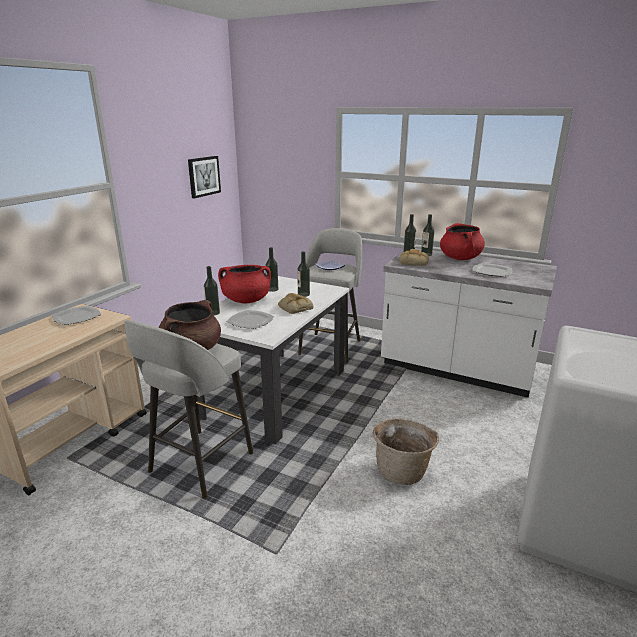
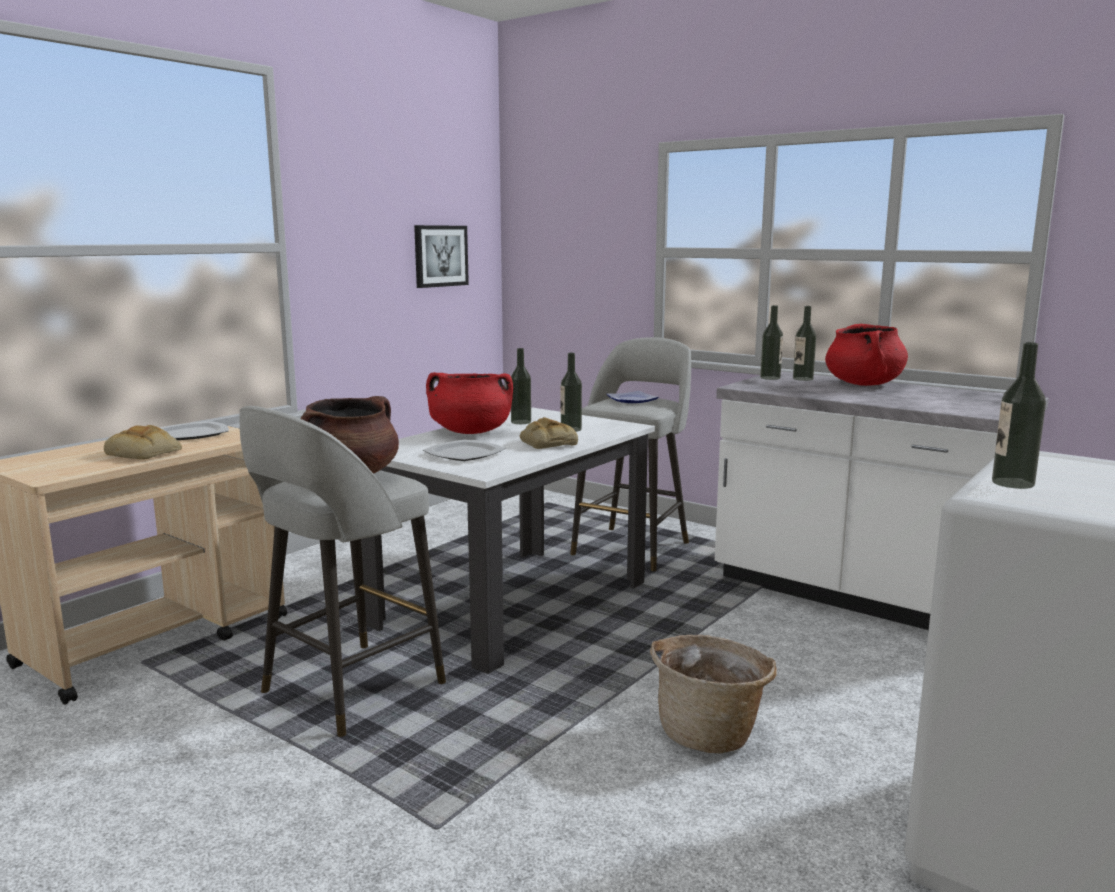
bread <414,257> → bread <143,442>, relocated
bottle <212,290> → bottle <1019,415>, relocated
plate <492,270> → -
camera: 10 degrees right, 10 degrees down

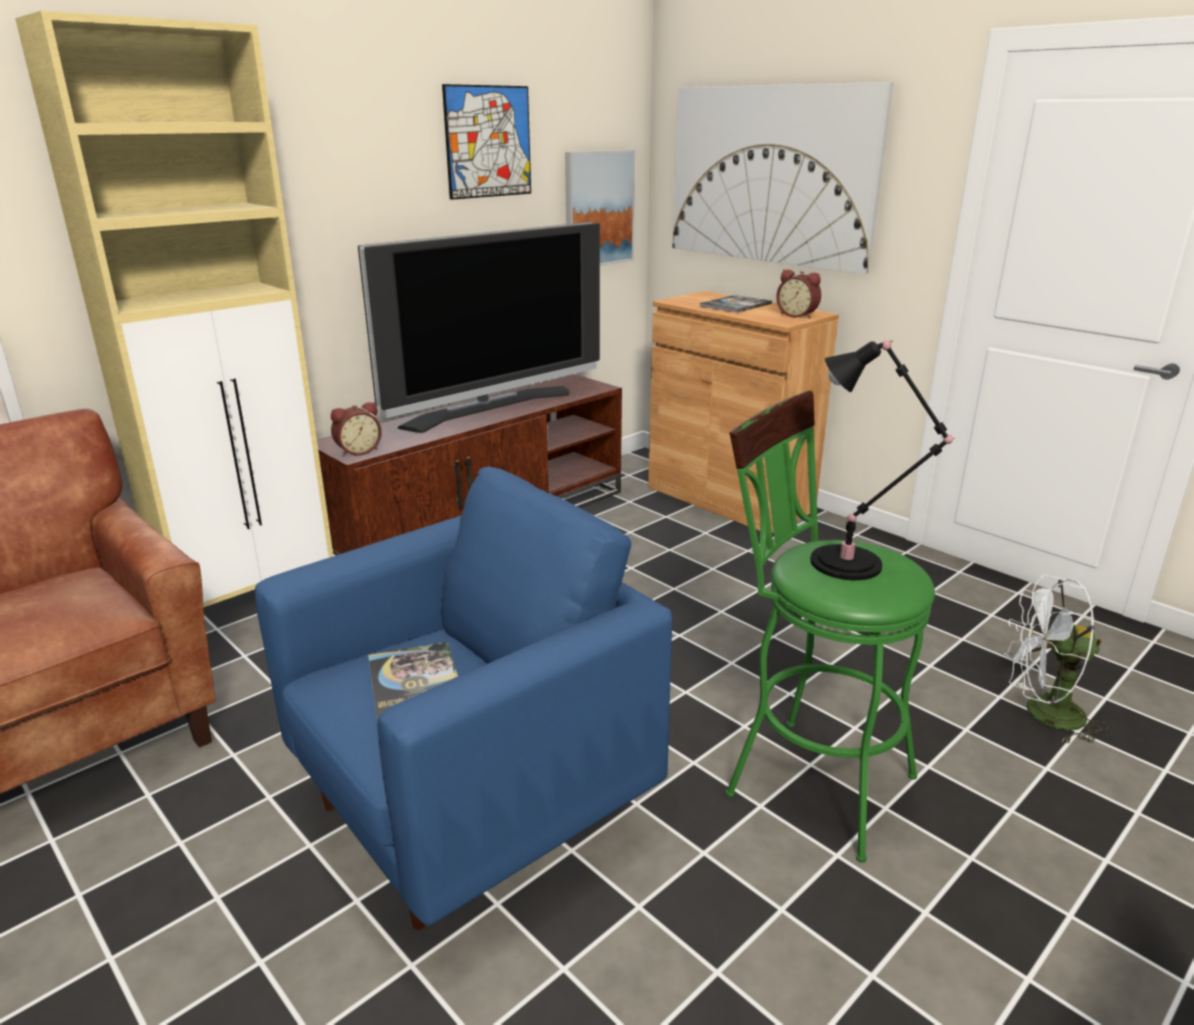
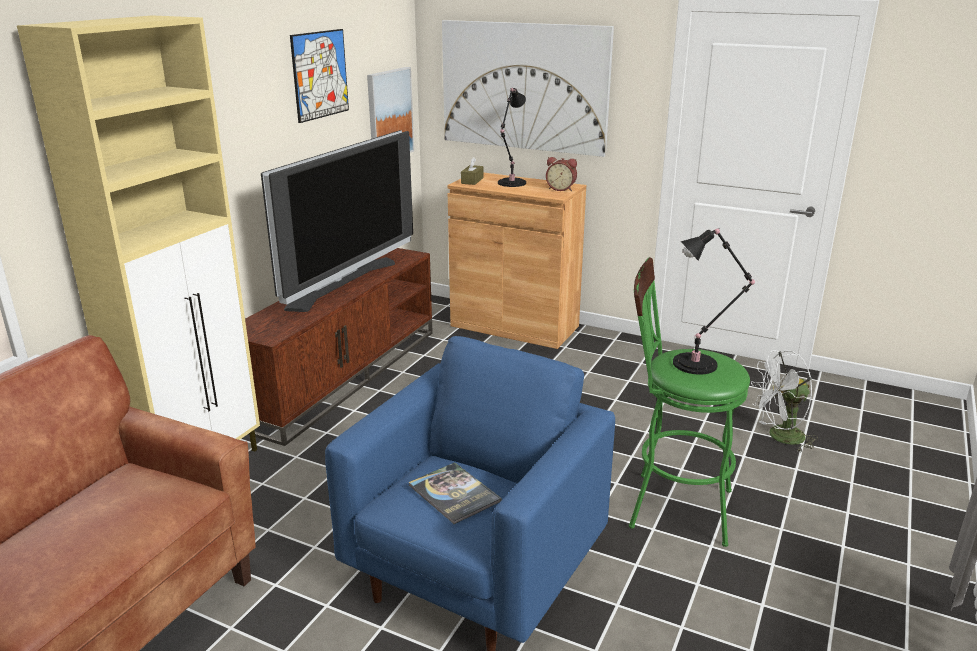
- → tissue box (brown) <472,171>
book <736,303> → table lamp (black) <512,137>
alarm clock <356,429> → -
camera: 20 degrees left, 0 degrees up

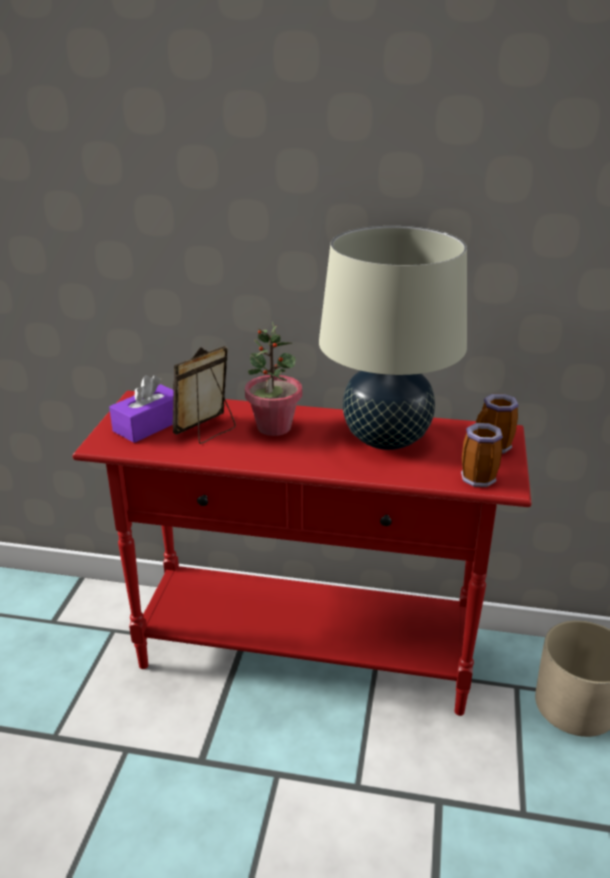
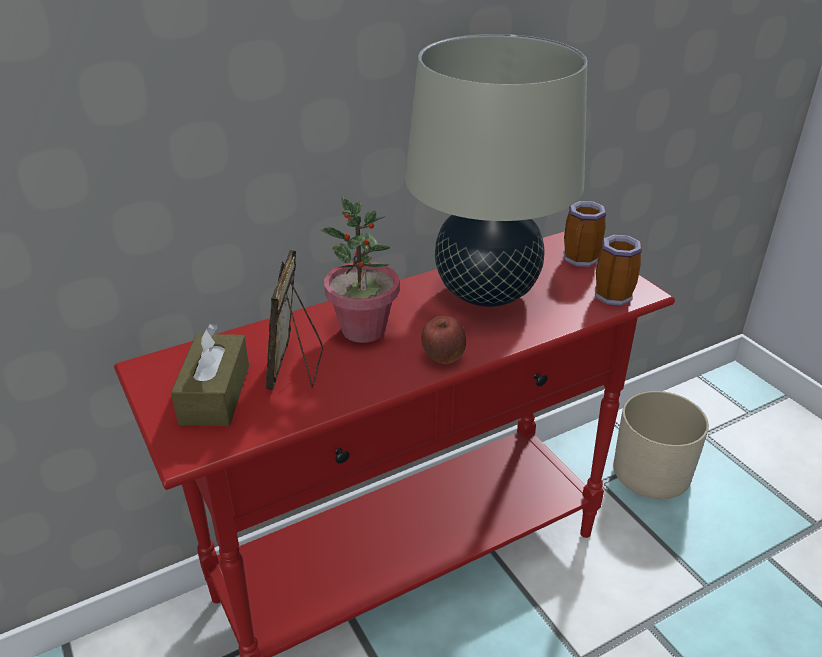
tissue box (purple) <141,409> → tissue box (brown) <210,375>
- → apple <443,340>
camera: 40 degrees left, 5 degrees up

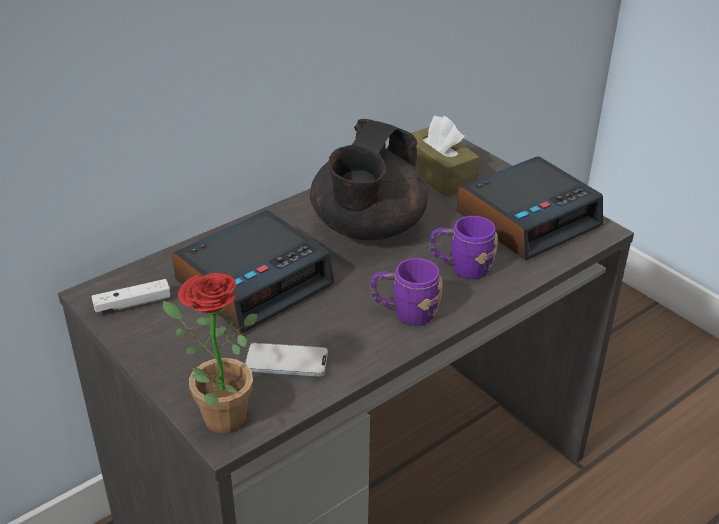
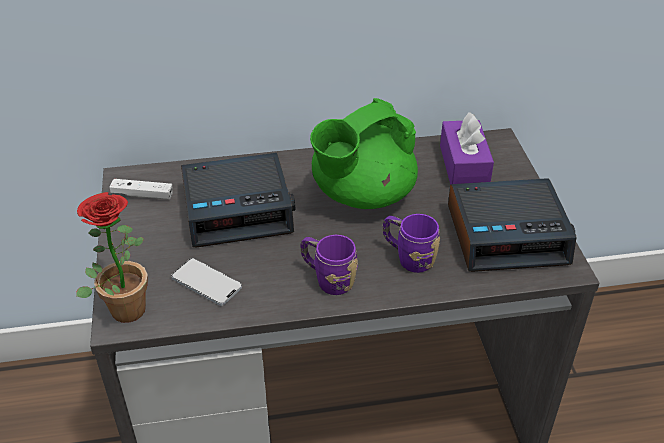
teapot (black) <369,179> → teapot (green) <364,153>
tissue box (brown) <446,156> → tissue box (purple) <467,148>
camera: 30 degrees right, 5 degrees up

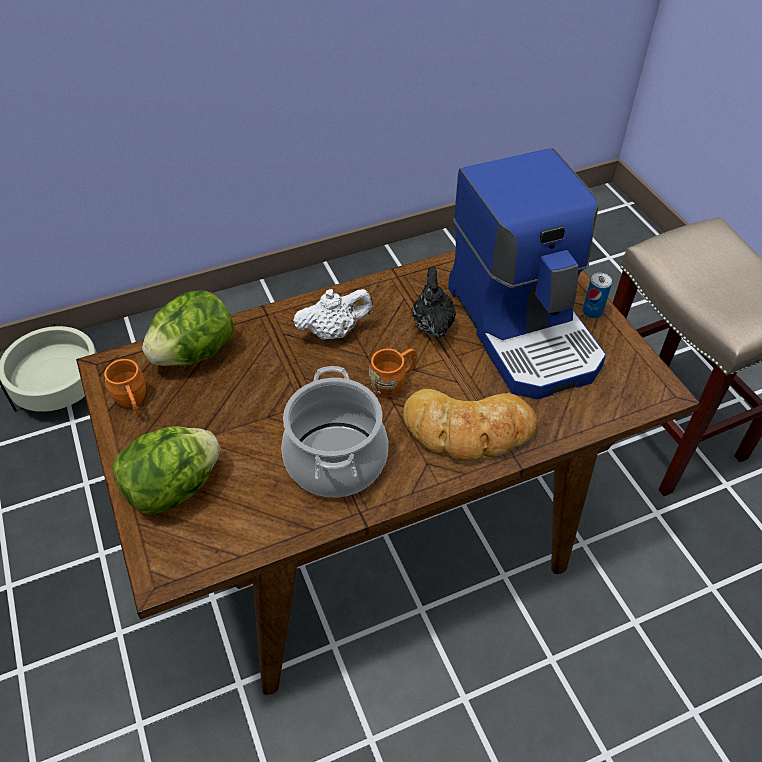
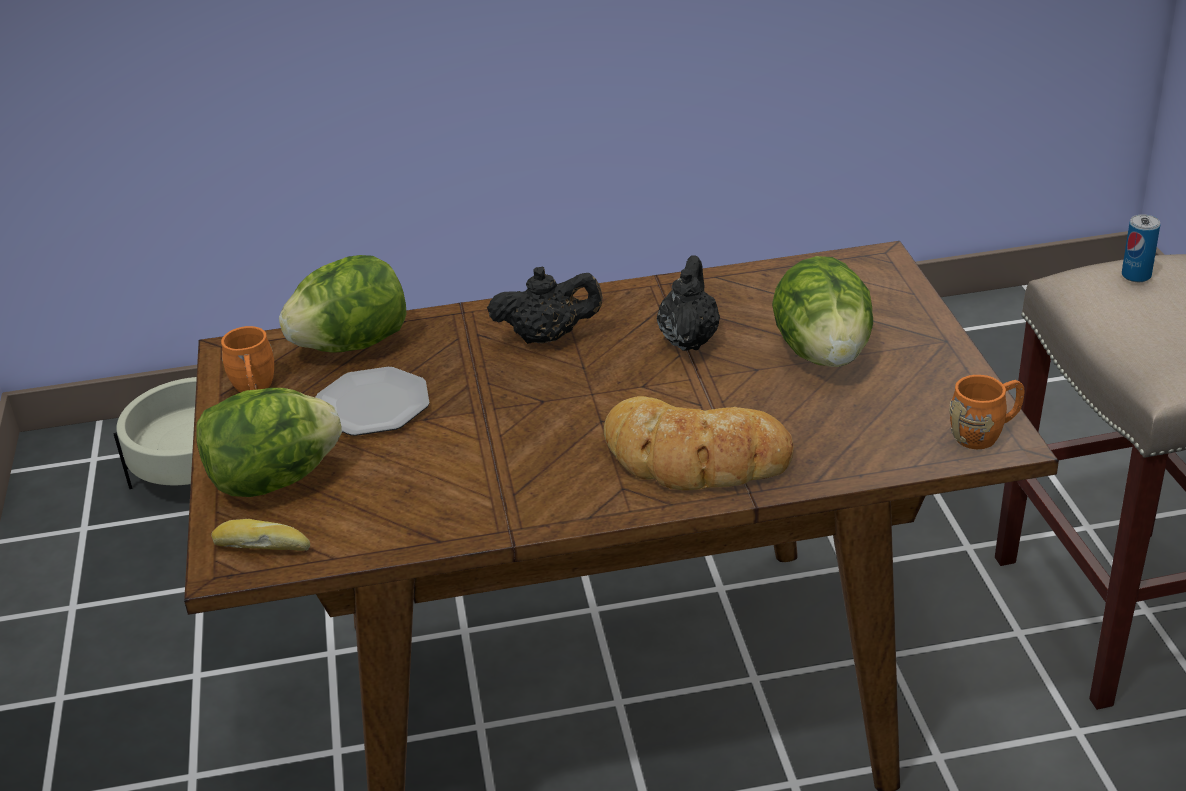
- → bread <260,535>
- → plate <373,401>
teapot (white) <333,314> → teapot (black) <545,305>
coffee machine <527,273> → lettuce <822,311>
mug (orange) <393,373> → mug (orange) <987,412>, relocated
can <597,295> → can <1141,248>, relocated
cooking pot <334,431> → -
camera: 15 degrees right, 15 degrees down

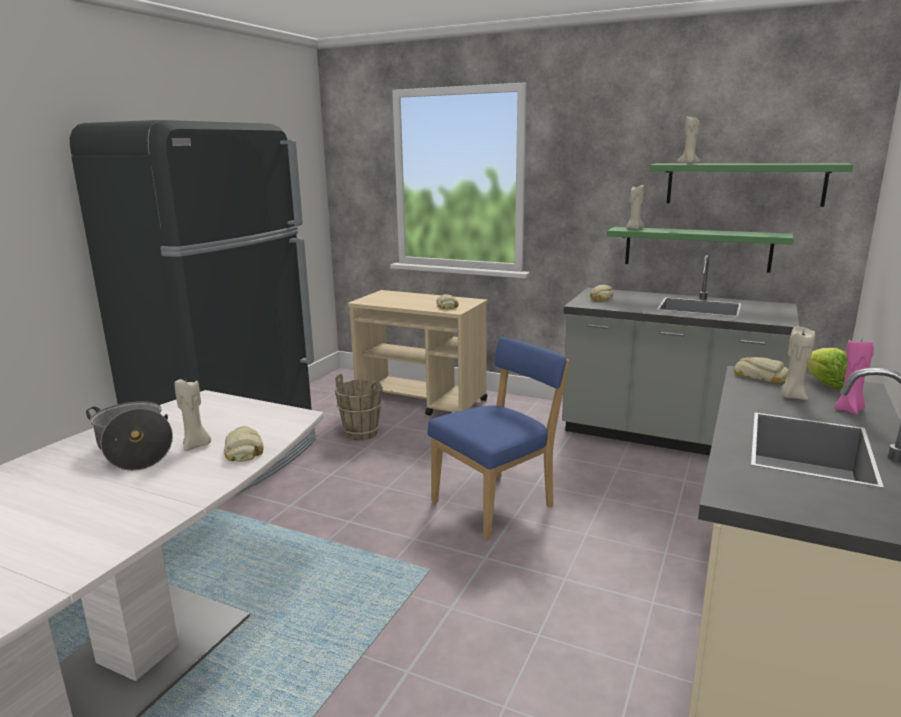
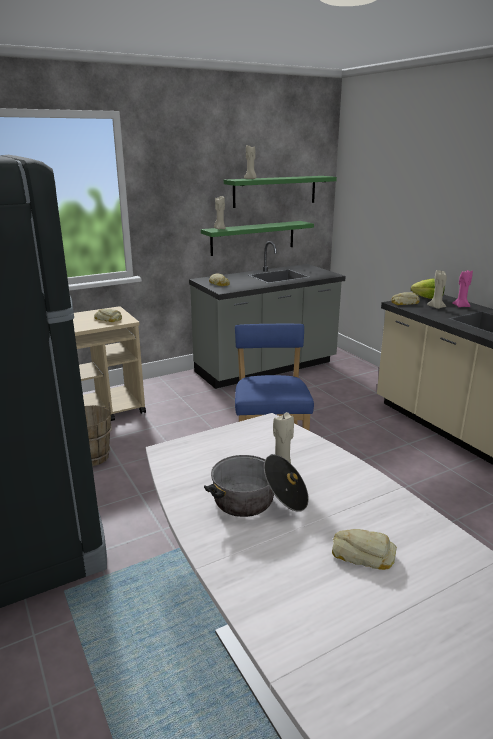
bread <244,444> → bread <364,549>, relocated
camera: 55 degrees left, 5 degrees up

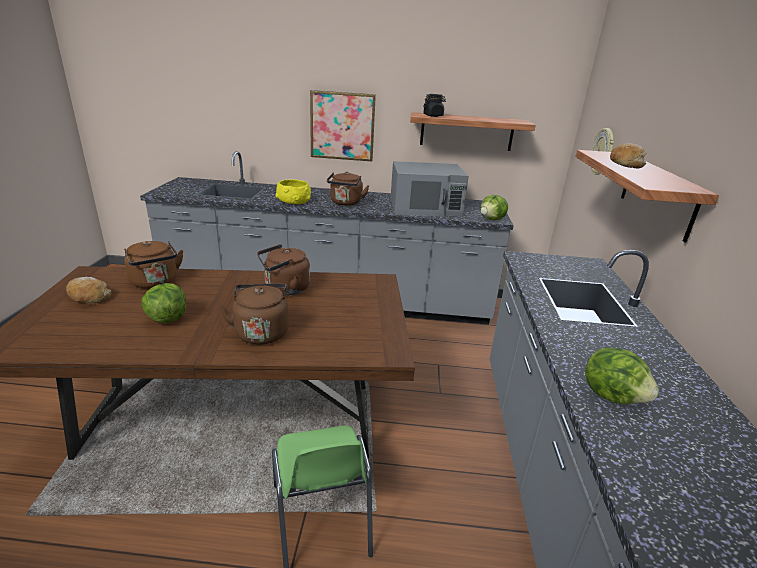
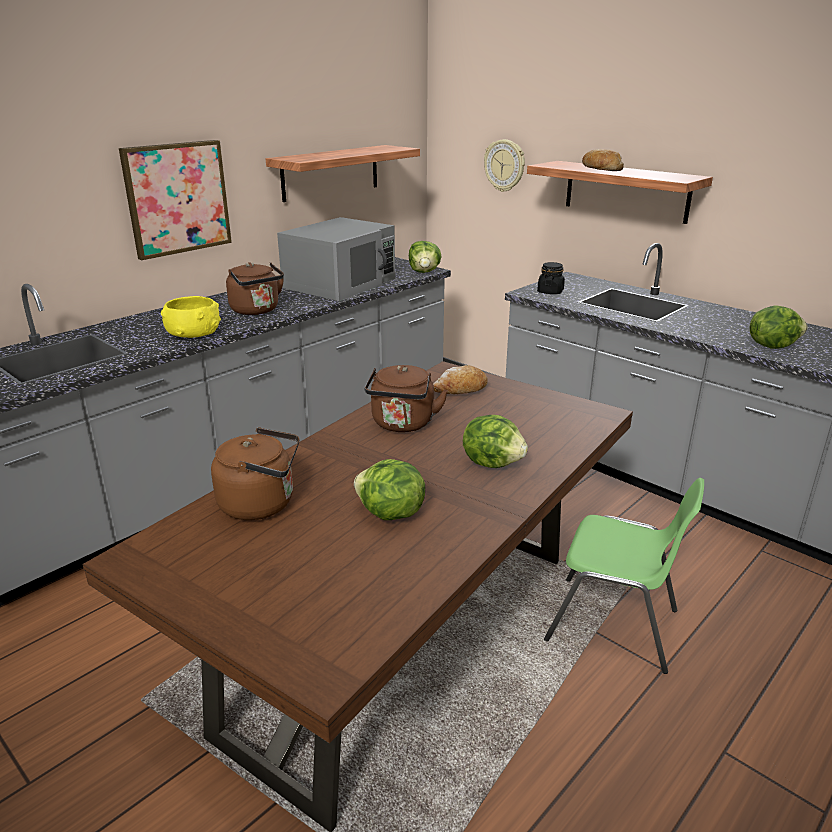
bread <88,290> → bread <460,379>, relocated
kettle (brown) <254,314> → lettuce <495,441>
jar (black) <434,105> → jar (black) <551,278>, relocated
camera: 50 degrees left, 0 degrees up

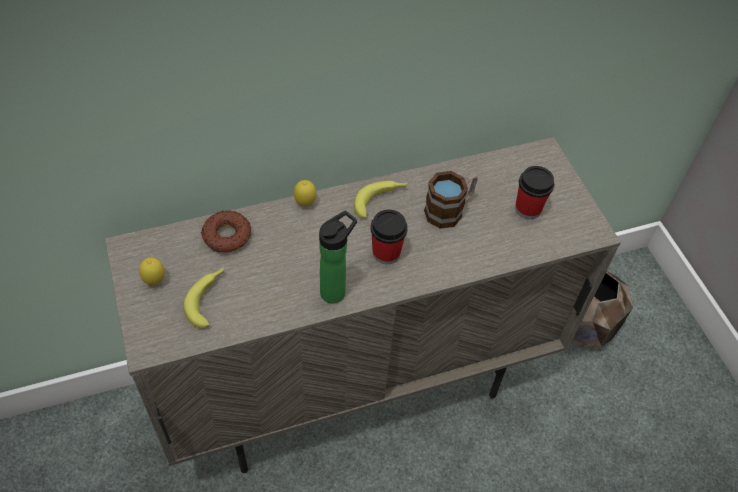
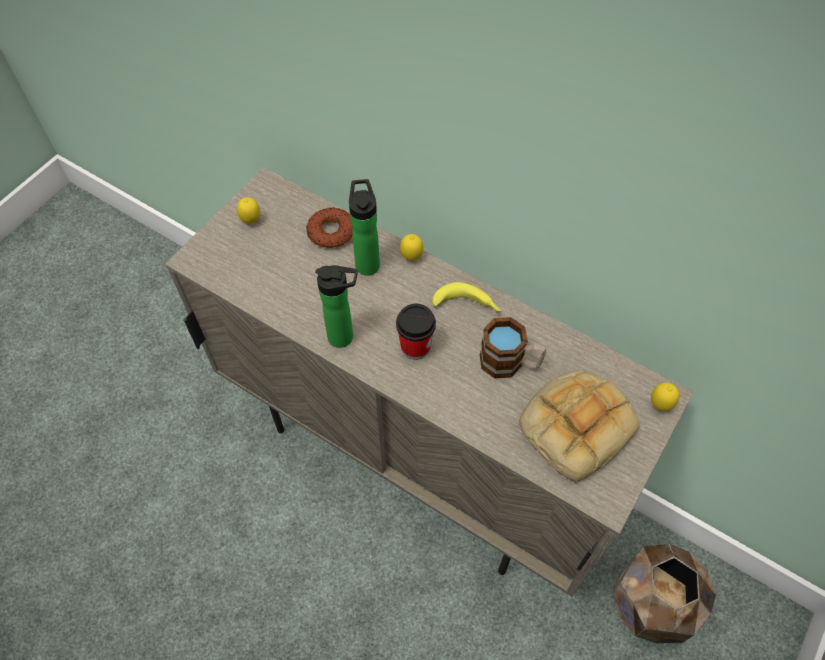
- → bottle <364,227>
cup <534,192> → bread <579,426>
- → lemon <665,396>
banana <203,298> → -
camera: 55 degrees right, 5 degrees up

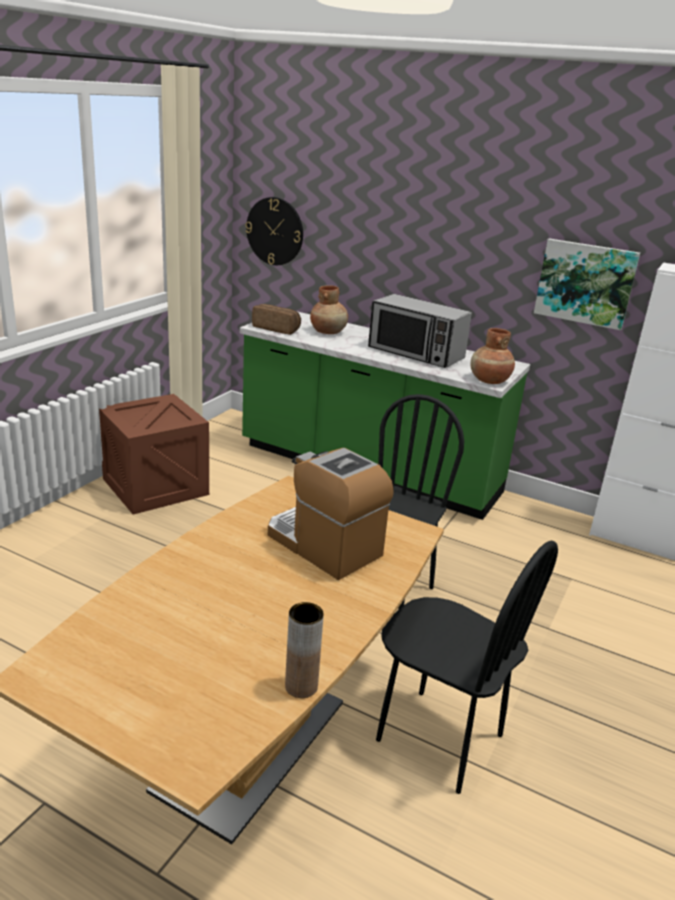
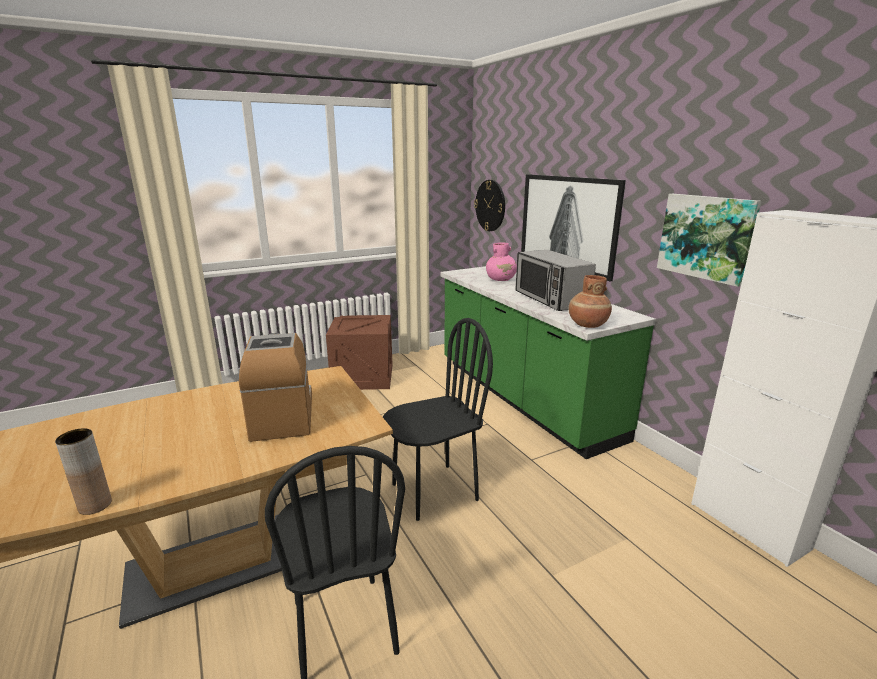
vase (brown) <329,309> → vase (pink) <501,262>
- → picture <573,227>
bread <276,319> → -
camera: 35 degrees right, 5 degrees down

